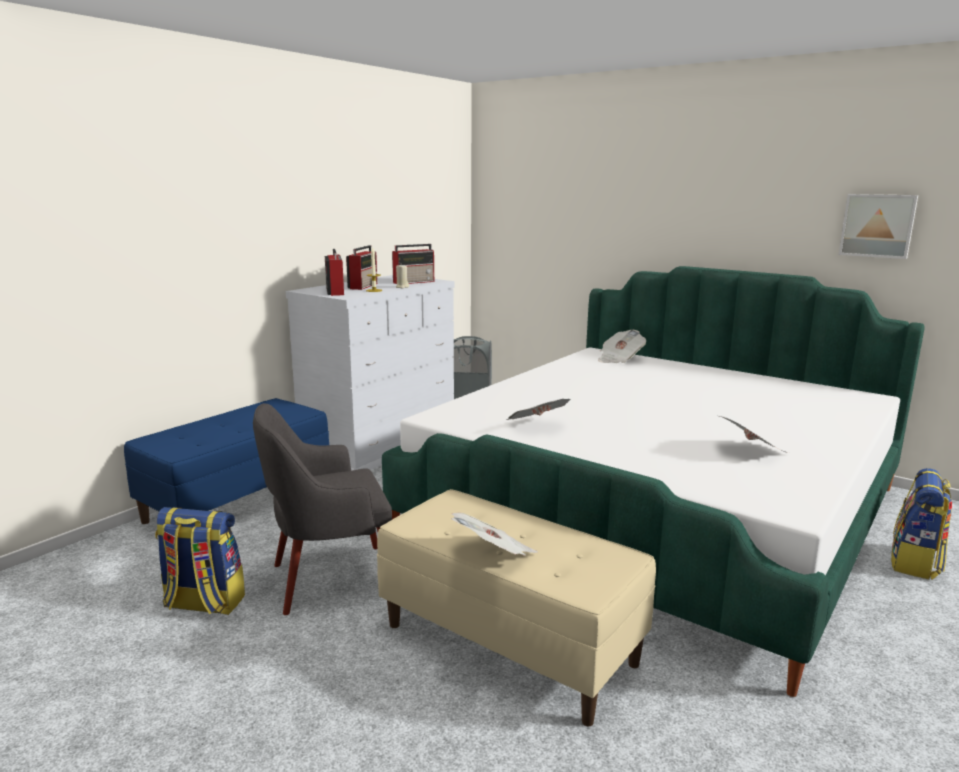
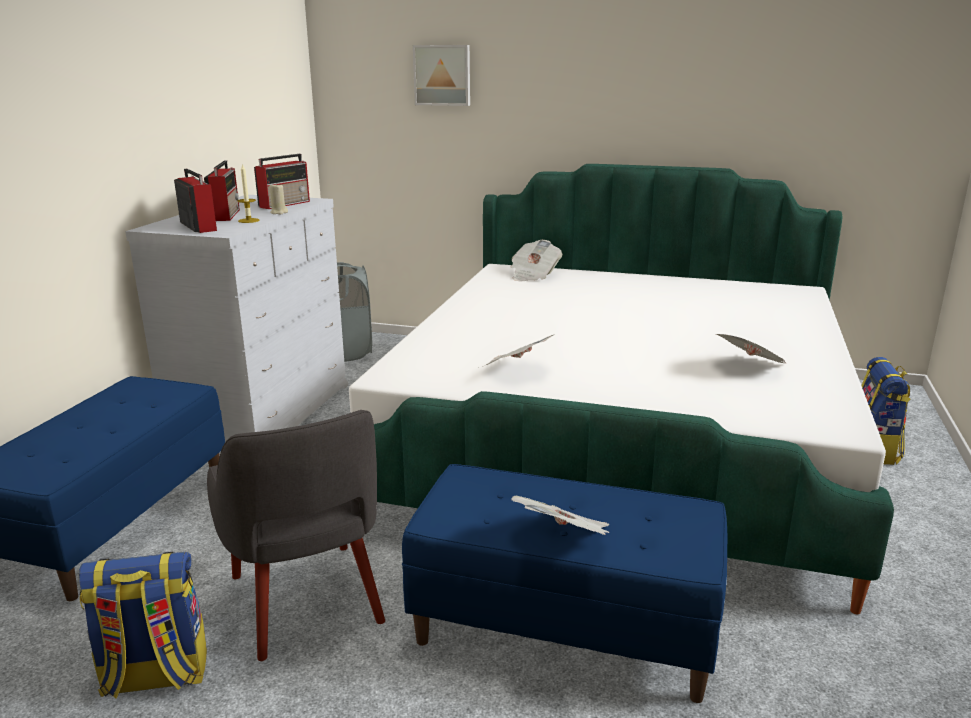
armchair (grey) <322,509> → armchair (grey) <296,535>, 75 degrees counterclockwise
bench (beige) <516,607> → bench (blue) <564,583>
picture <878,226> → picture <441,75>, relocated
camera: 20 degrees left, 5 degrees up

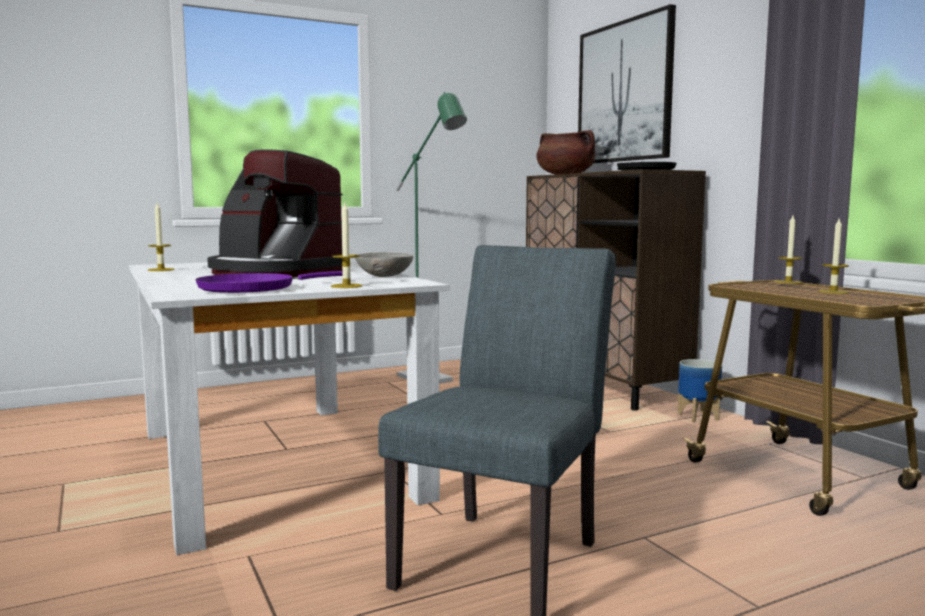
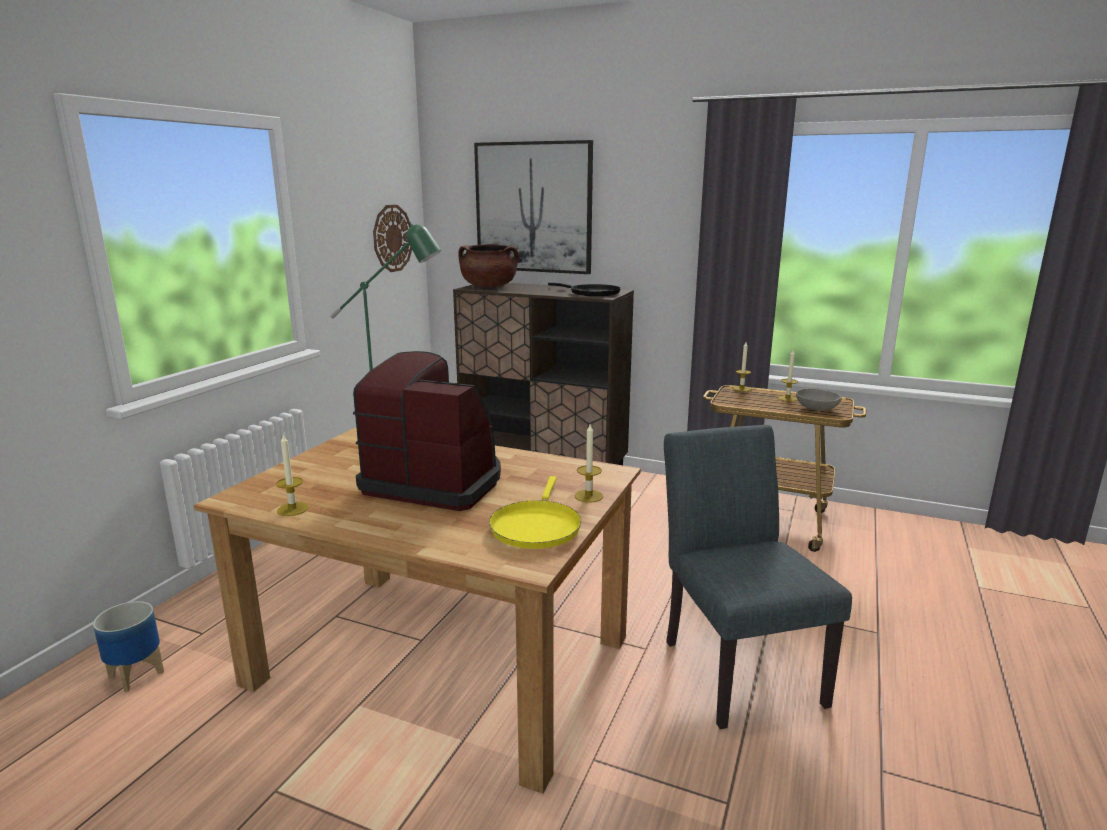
planter <700,391> → planter <128,646>, relocated
dining table (white) <289,408> → dining table (brown) <417,610>
coffee machine <275,213> → coffee machine <427,431>, 150 degrees counterclockwise
- → wall clock <392,238>
frying pan (purple) <269,282> → frying pan (yellow) <535,512>
bowl (grey) <384,265> → bowl (grey) <819,400>, relocated
camera: 40 degrees left, 10 degrees up

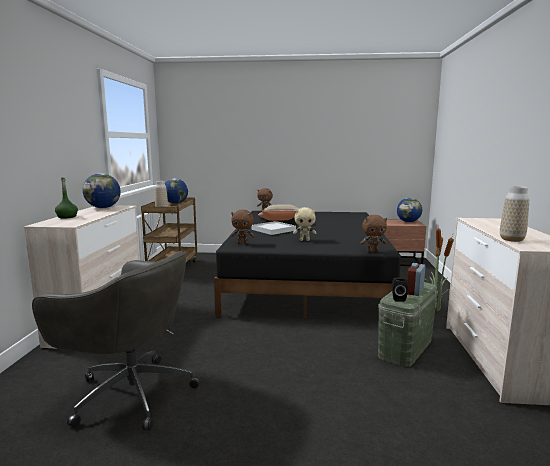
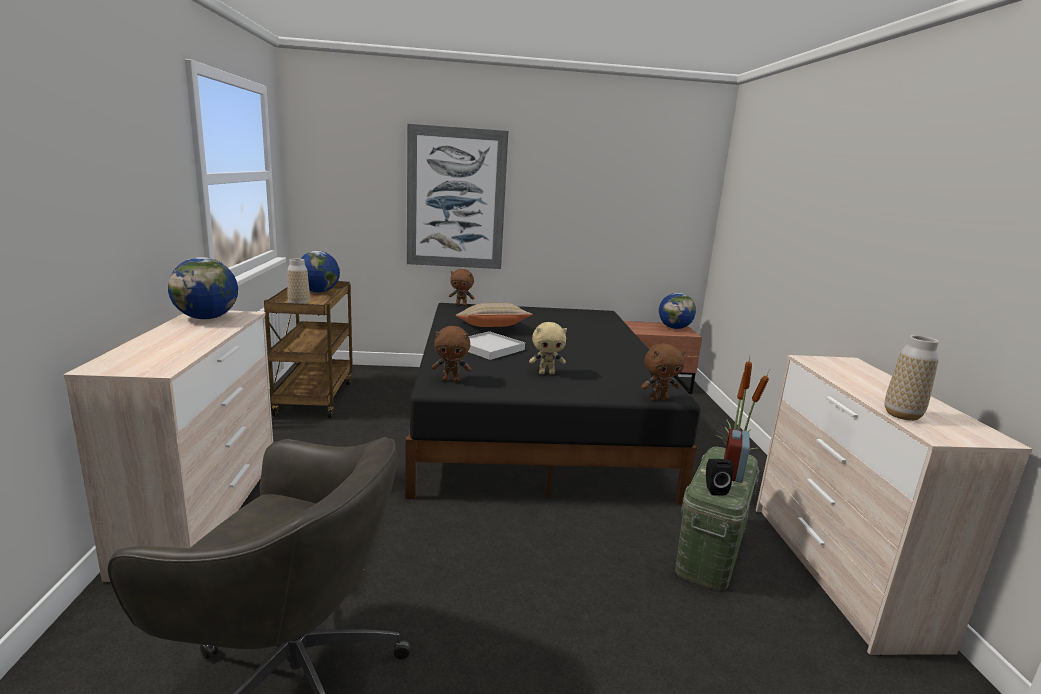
- → picture <457,196>
bottle (green) <66,198> → -
camera: 10 degrees left, 5 degrees up

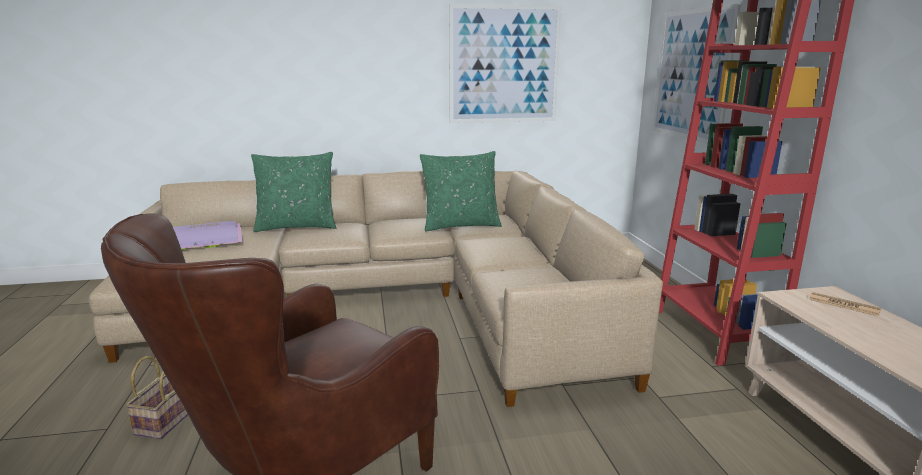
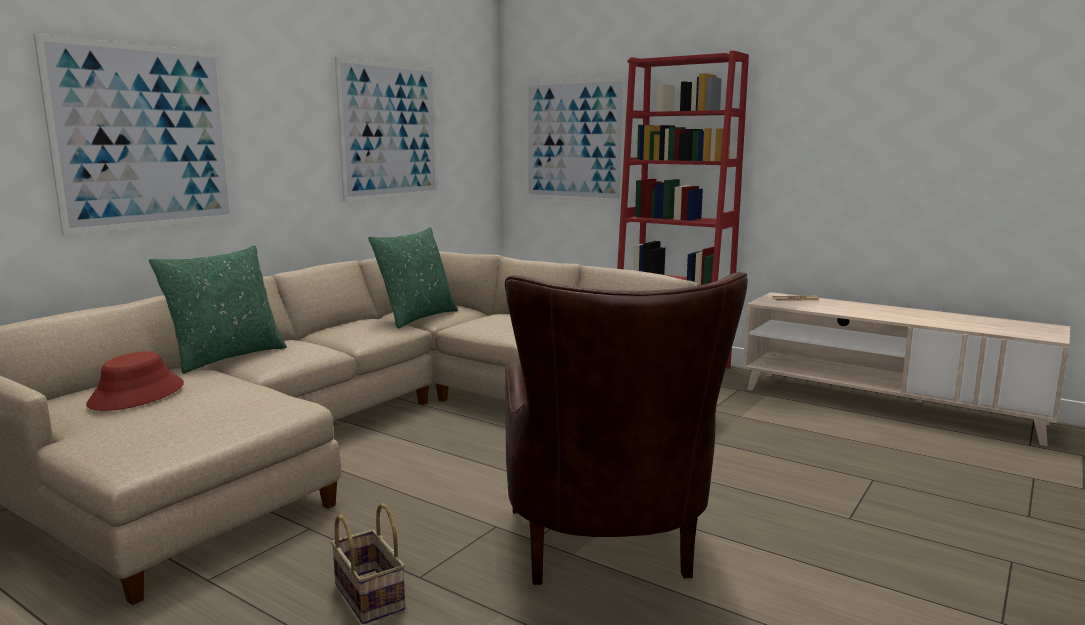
- → picture <134,134>
tray (purple) <208,235> → hat (red) <135,381>
camera: 45 degrees left, 5 degrees down

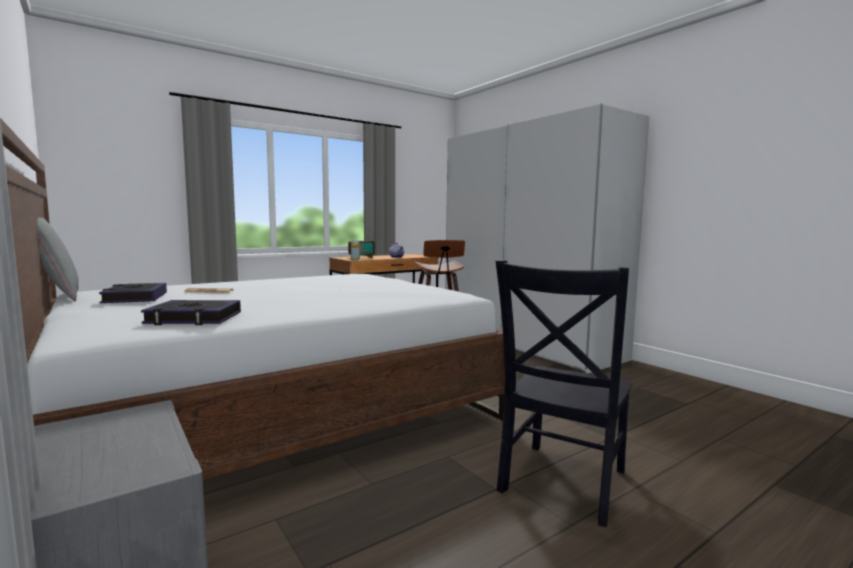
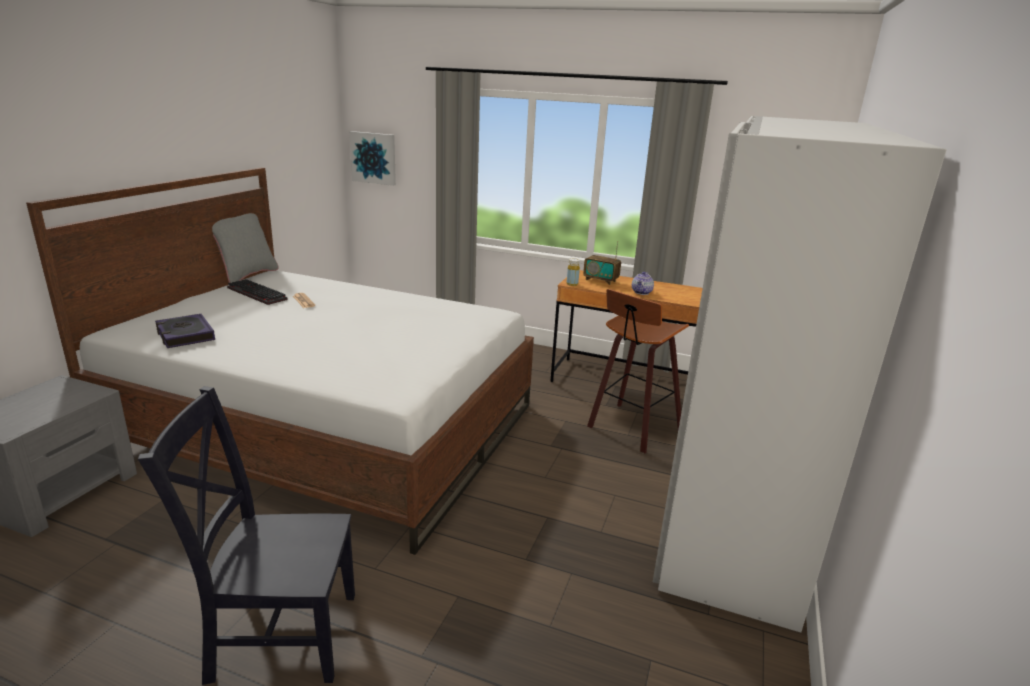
book <133,293> → keyboard <257,292>
- → picture <373,158>
camera: 55 degrees right, 15 degrees up

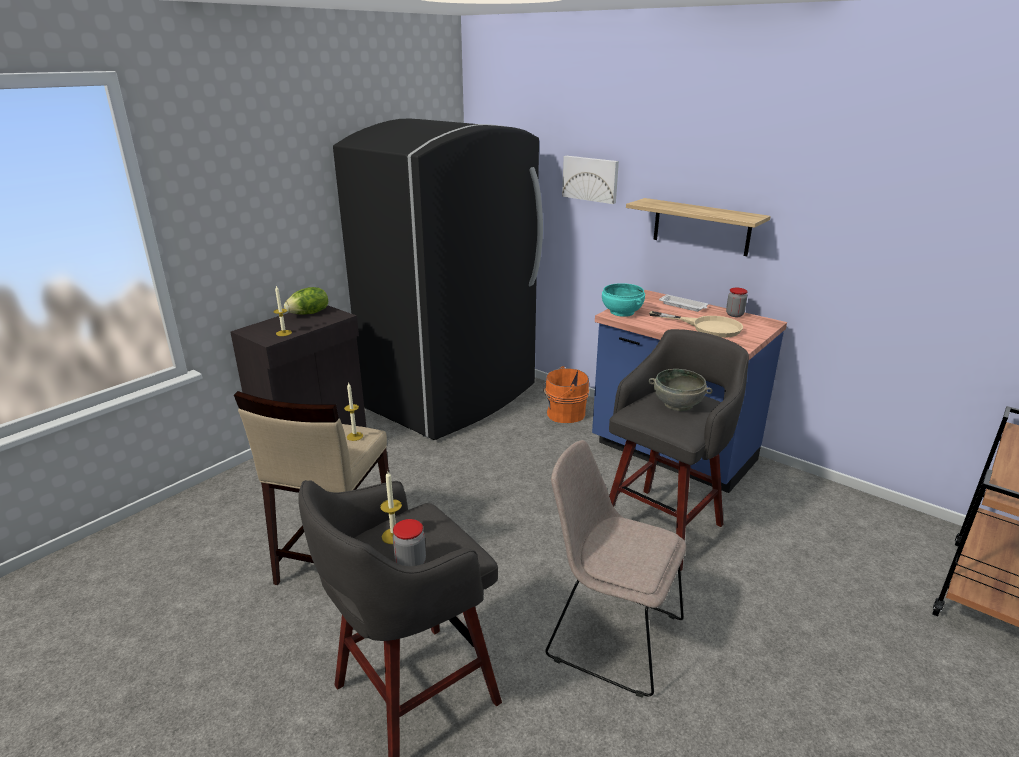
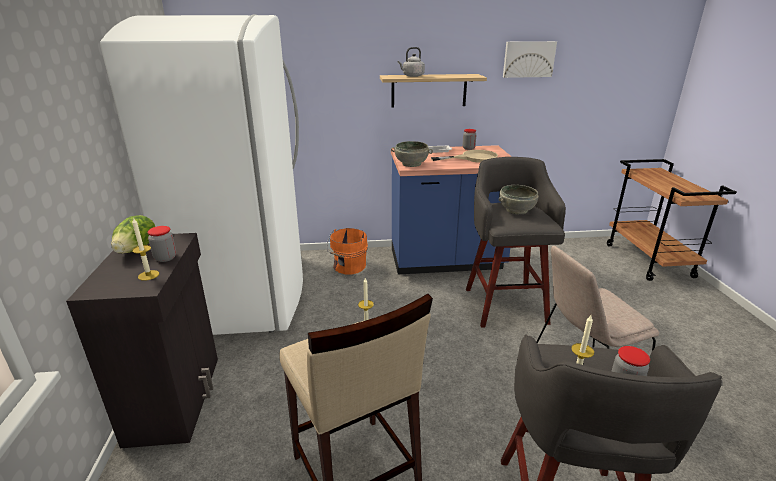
fridge (black) <438,279> → fridge (white) <201,174>
- → jar <161,244>
bowl (turquoise) <623,300> → bowl (grey) <412,154>
- → kettle (grey) <411,62>
picture <590,180> → picture <530,59>, relocated
camera: 45 degrees left, 0 degrees up

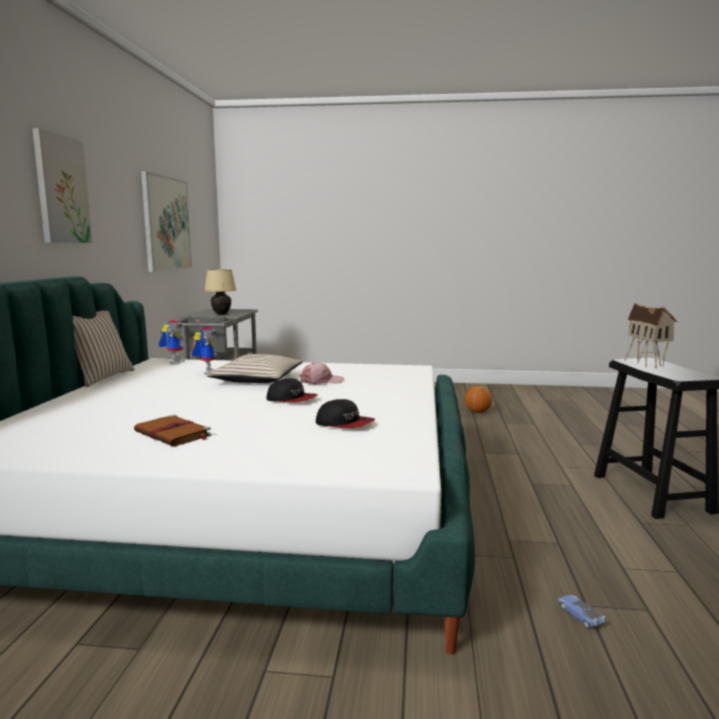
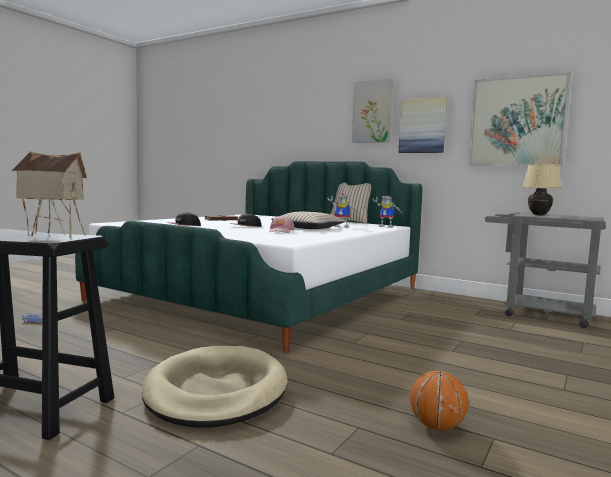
- → dog bed (beige) <214,387>
- → picture <422,125>
camera: 115 degrees right, 5 degrees down

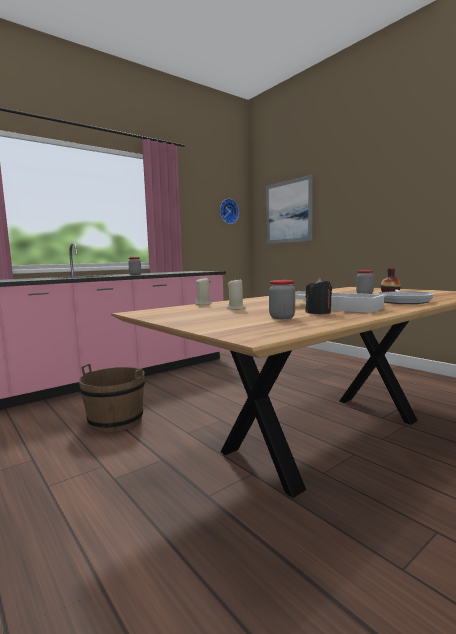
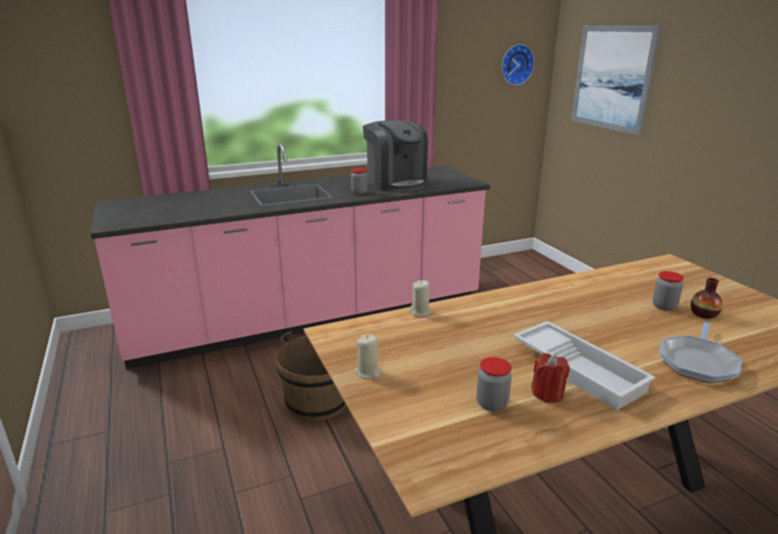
candle (beige) <236,294> → candle (beige) <369,357>, relocated
- → coffee machine <395,155>
candle (black) <318,296> → candle (red) <550,378>
camera: 15 degrees right, 15 degrees up

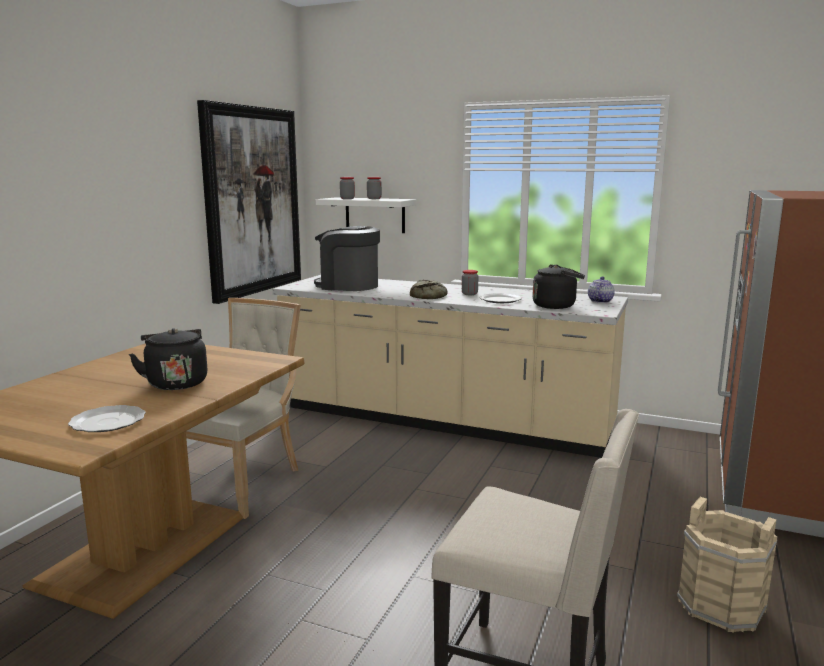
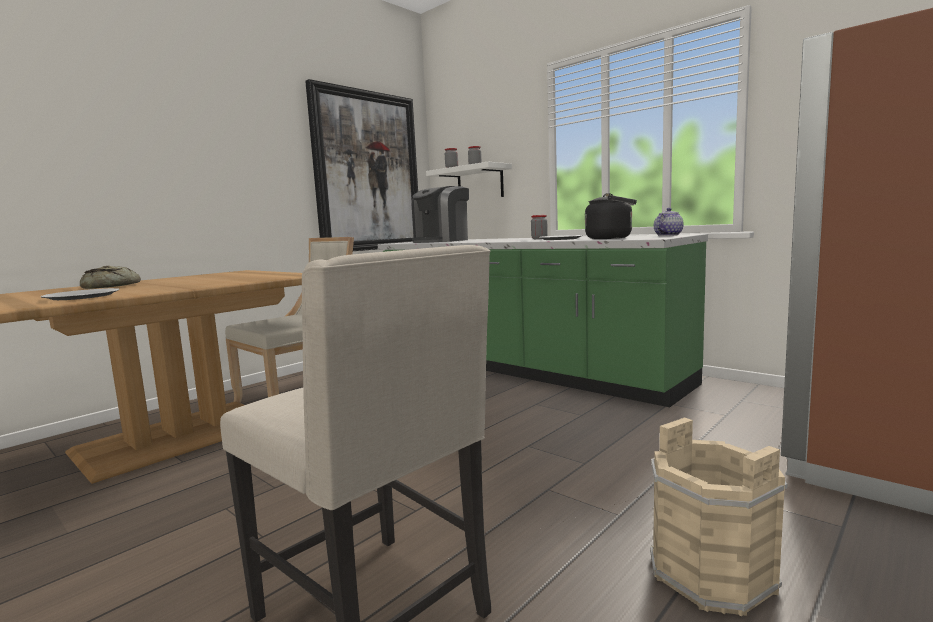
bread <429,289> → bread <110,277>, relocated
counter (beige) <450,366> → counter (green) <543,320>
coffee machine <347,258> → coffee machine <440,214>, 90 degrees counterclockwise
kettle (black) <168,359> → -
camera: 20 degrees right, 5 degrees down

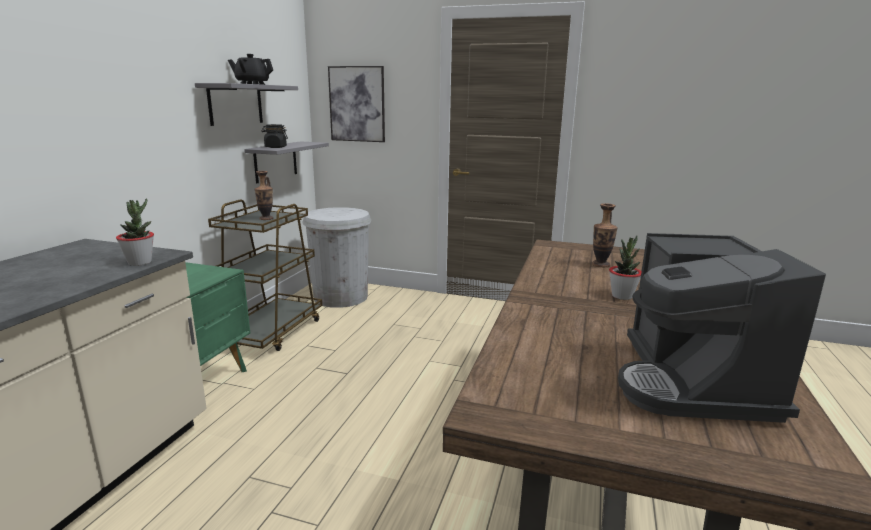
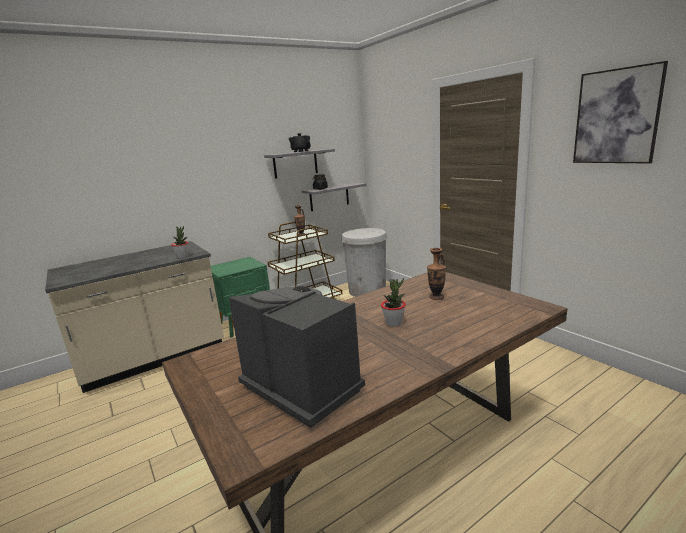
coffee machine <722,328> → coffee machine <297,357>, 90 degrees clockwise
picture <356,104> → picture <620,112>, relocated
camera: 40 degrees right, 0 degrees up

